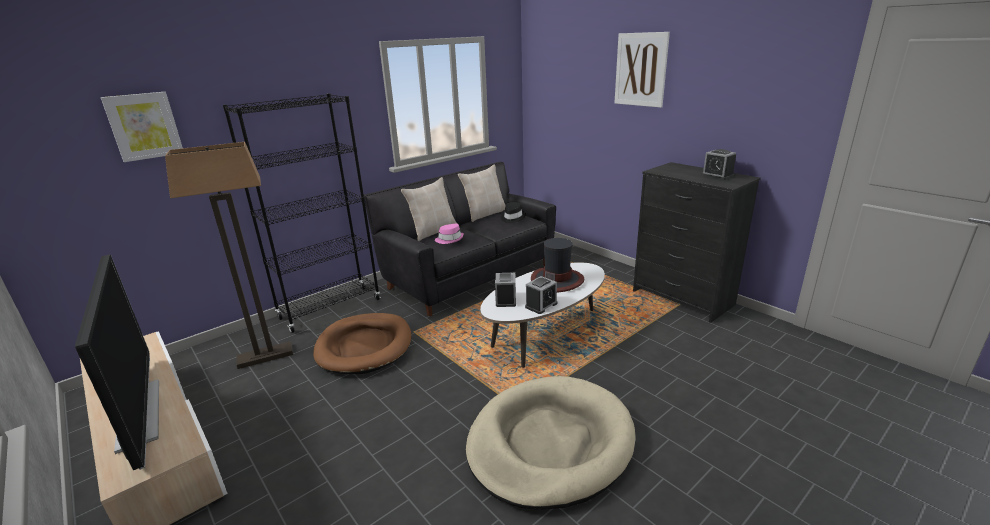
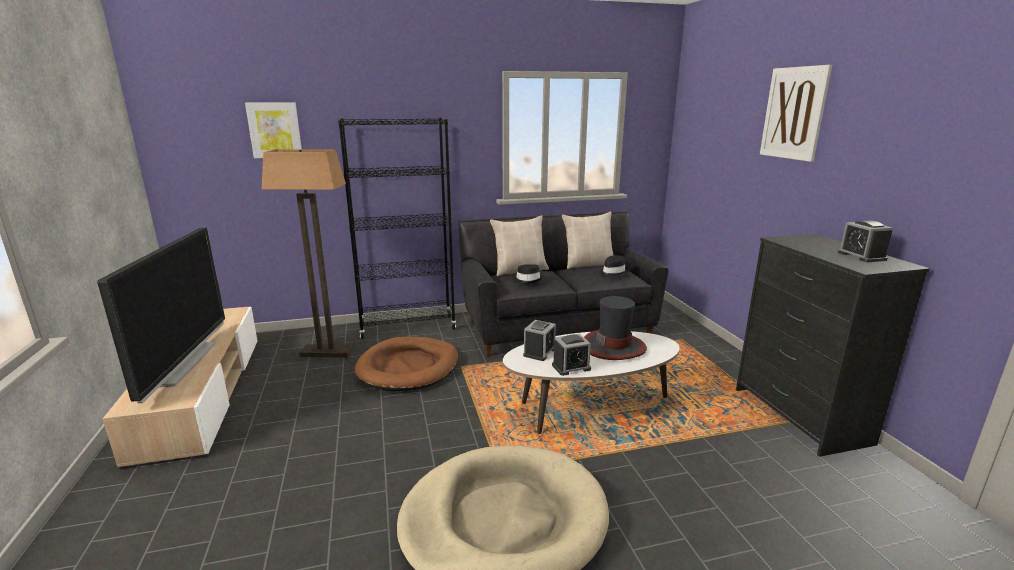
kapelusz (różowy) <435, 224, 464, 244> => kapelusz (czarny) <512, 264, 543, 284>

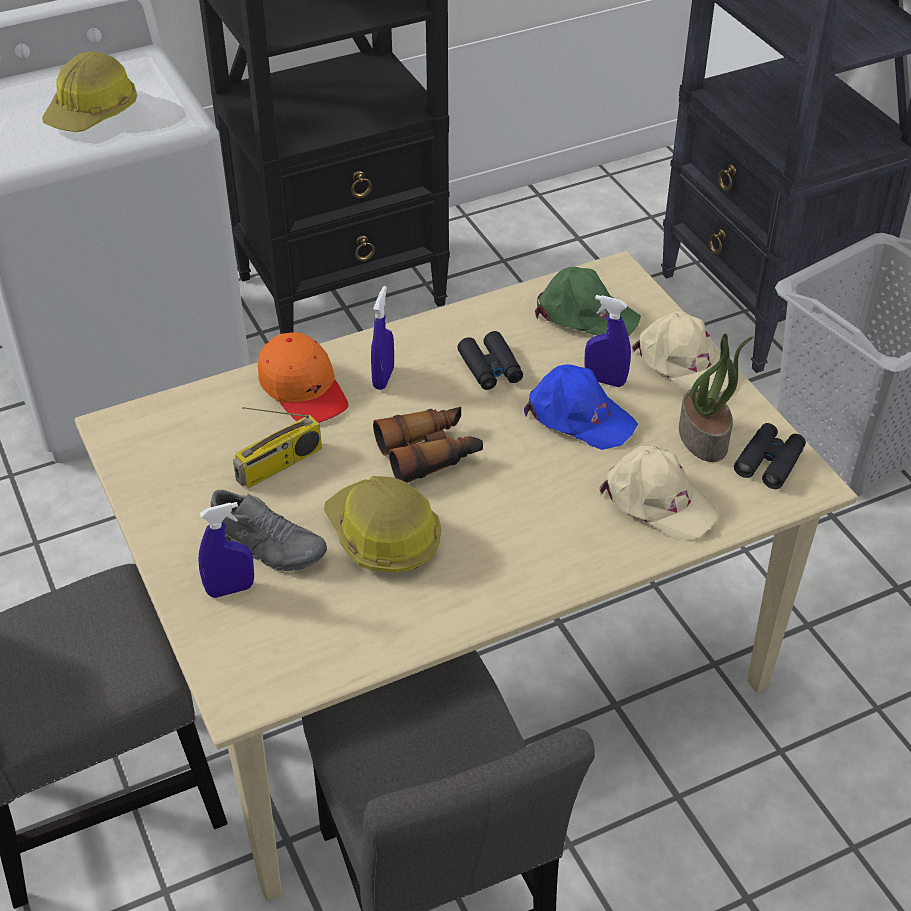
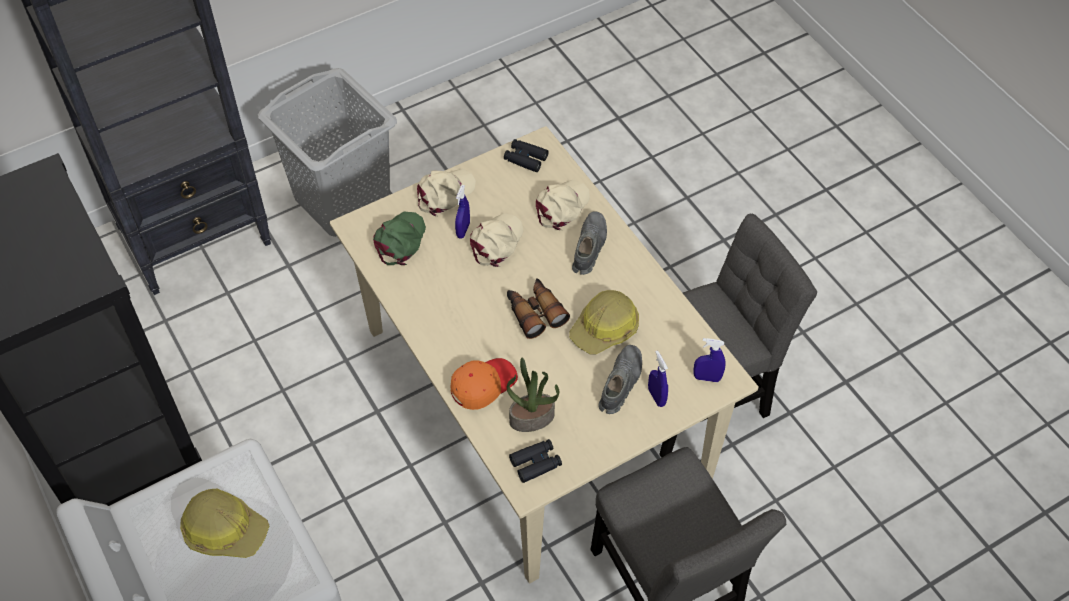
spryskiwacz (niebieski) <371, 286, 394, 390> => spryskiwacz (niebieski) <693, 338, 726, 382>, move
lornetka (czarny) <457, 331, 523, 390> => lornetka (czarny) <509, 439, 562, 483>, move
roślina doniczkowa <679, 334, 754, 462> => roślina doniczkowa <507, 358, 559, 432>, move
czapka z daszkiem (niebieski) <524, 364, 638, 450> => czapka z daszkiem (beżowy) <470, 213, 524, 267>
radio <233, 407, 322, 488> => nothing
nothing => but (szary) <572, 211, 607, 275>

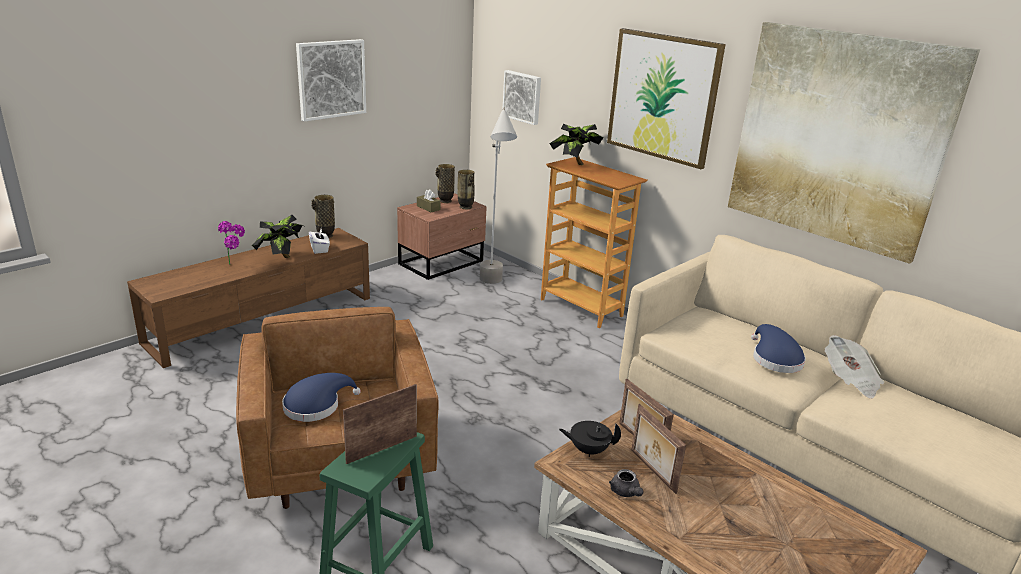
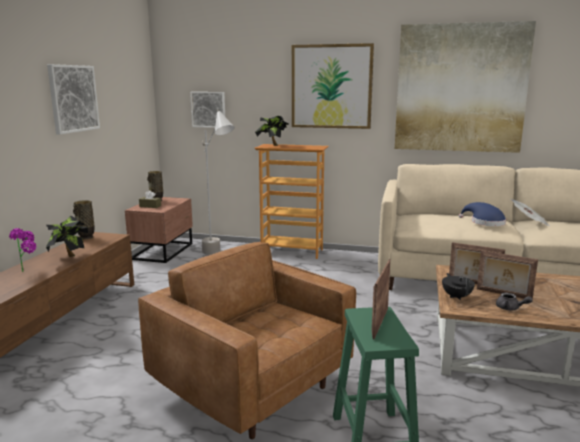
wazon <458, 170, 475, 209> => nothing
pudełko chusteczek (biały) <309, 229, 330, 254> => nothing
kapelusz (niebieski) <282, 373, 361, 422> => nothing
imbryk (czarny) <559, 421, 621, 457> => imbryk (czarny) <442, 273, 475, 300>, 105 degrees clockwise

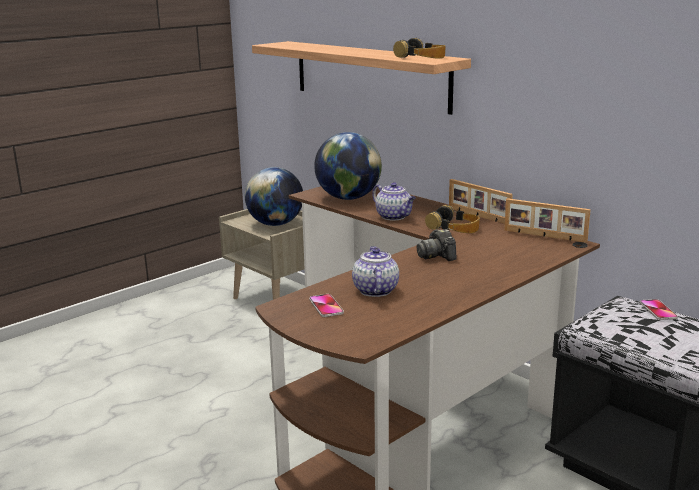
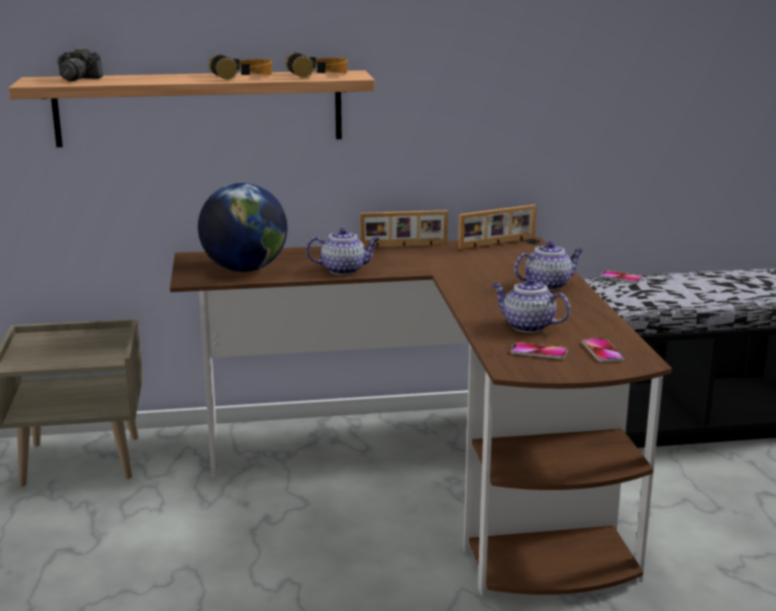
globus <245, 167, 303, 226> => nothing
słuchawki <425, 205, 480, 233> => słuchawki <208, 54, 272, 80>, move
aparat fotograficzny <417, 229, 456, 261> => aparat fotograficzny <58, 47, 103, 82>, move
nothing => imbryk <514, 241, 583, 290>
nothing => telefon <582, 338, 624, 362>

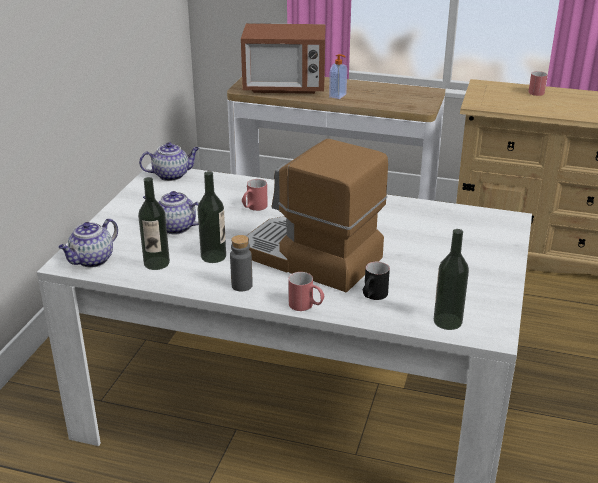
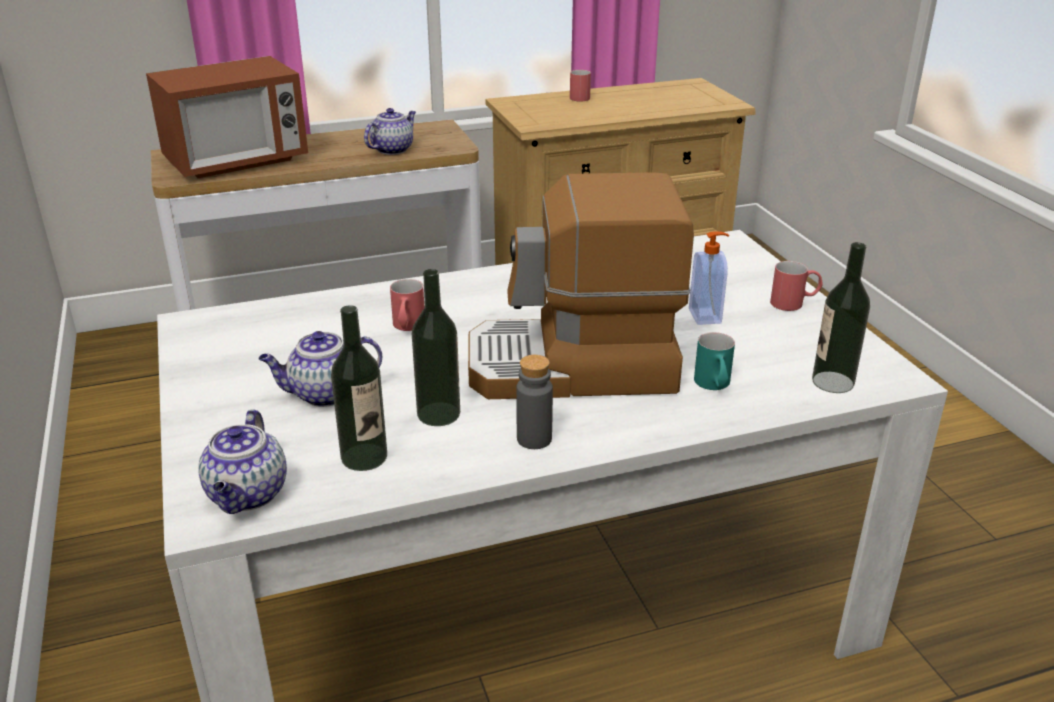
dozownik mydła <329, 54, 347, 99> => dozownik mydła <689, 231, 729, 325>, move
imbryk <139, 142, 200, 181> => imbryk <364, 108, 416, 155>, move
kubek (czarny) <363, 261, 390, 300> => kubek (turkusowy) <694, 332, 735, 390>
kubek (czerwony) <288, 272, 324, 311> => kubek (czerwony) <770, 261, 823, 311>, move

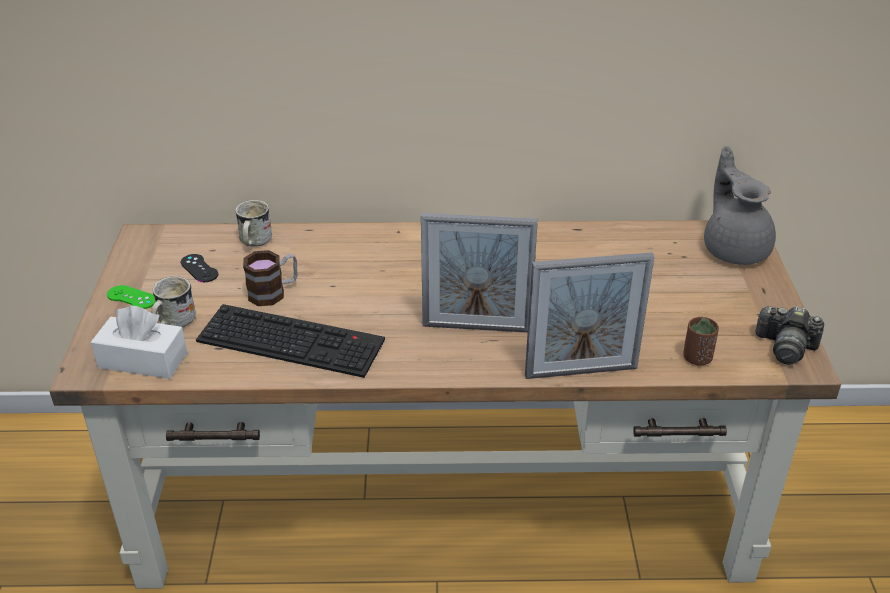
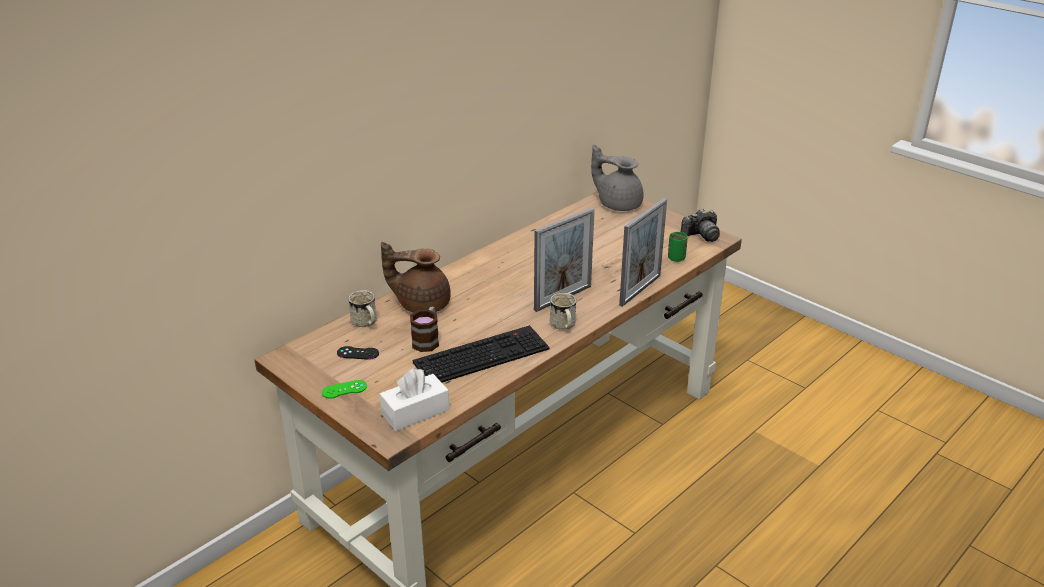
kubek (biały) <151, 276, 196, 328> => kubek (biały) <550, 293, 577, 330>, move
filiżanka (brązowy) <683, 317, 719, 365> => filiżanka (zielony) <668, 232, 688, 262>
nothing => imbryk (brązowy) <381, 242, 451, 313>

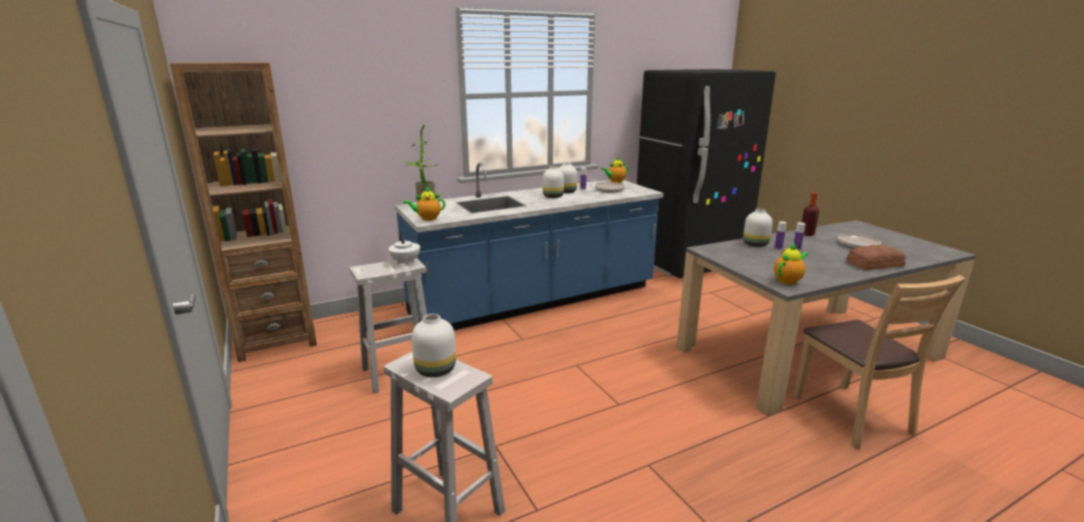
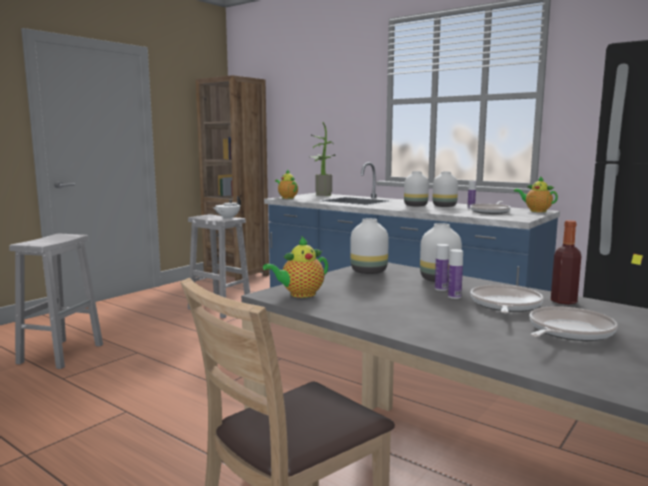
imbryk <774, 243, 808, 285> => imbryk <263, 236, 328, 298>, 120 degrees clockwise
chleb <846, 245, 906, 270> => nothing
wazon (biały) <411, 314, 456, 377> => wazon (biały) <350, 218, 389, 274>, move
nothing => patelnia <471, 285, 543, 313>

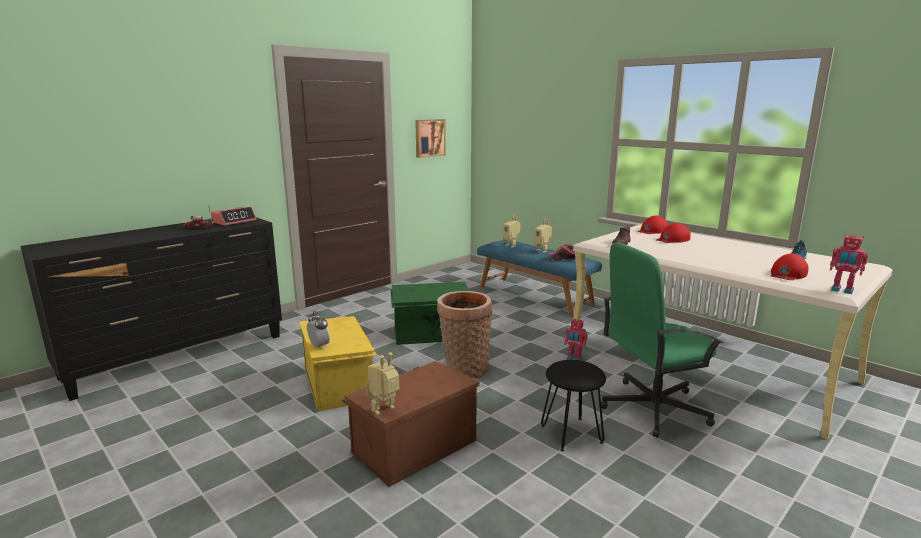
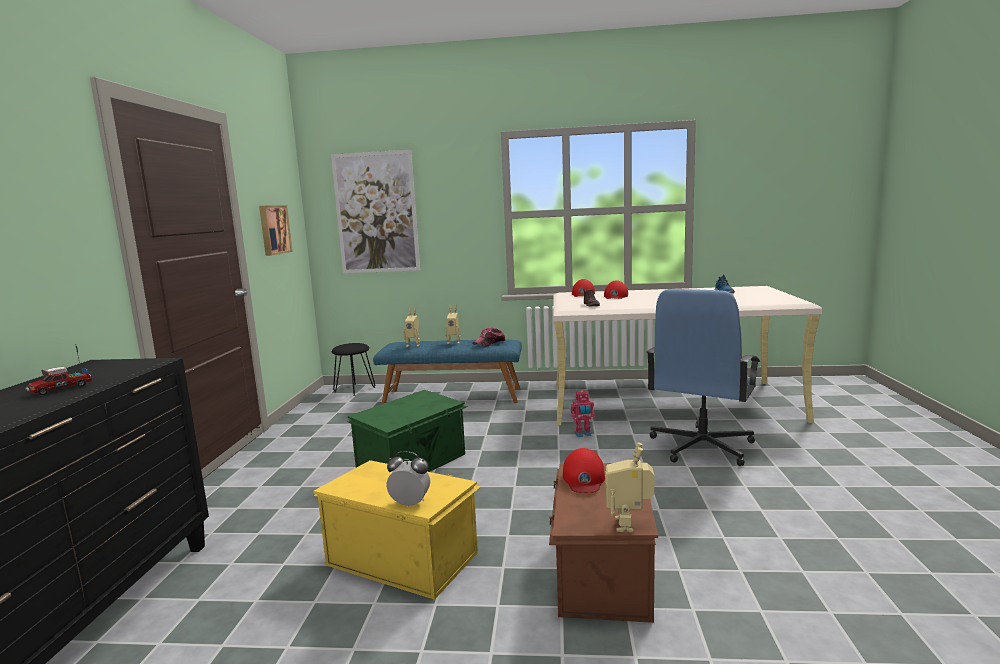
budzik <211, 207, 256, 226> => nothing
robot zabawkowy <830, 234, 868, 294> => nothing
krzesło biurowe (zielony) <601, 243, 723, 438> => krzesło biurowe (niebieski) <646, 289, 760, 466>
czapka z daszkiem (czerwony) <771, 254, 808, 280> => czapka z daszkiem (czerwony) <563, 448, 605, 493>, move
koszyk <437, 291, 492, 379> => nothing
stołek (czarny) <541, 360, 606, 452> => stołek (czarny) <332, 343, 375, 396>, move
nothing => obraz <331, 150, 420, 273>

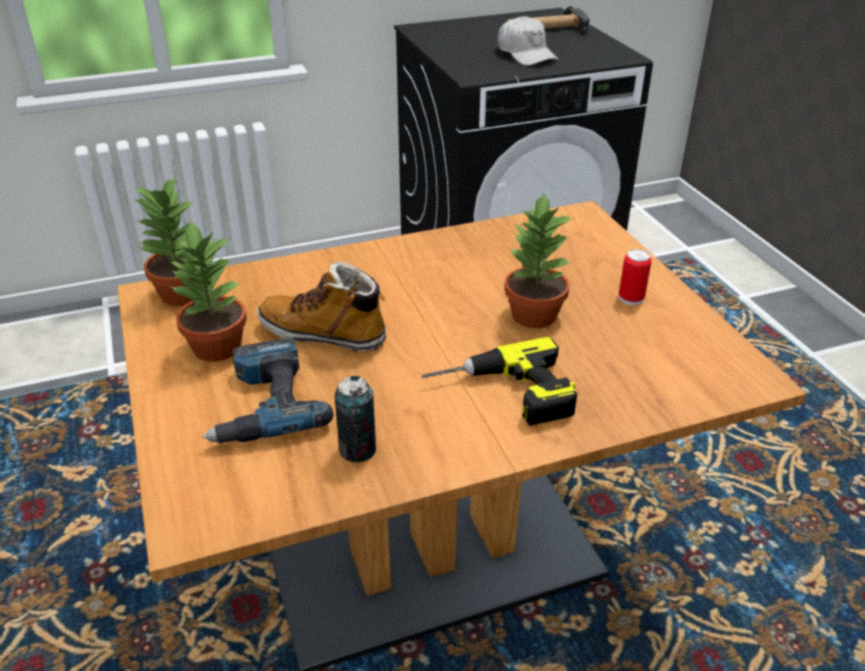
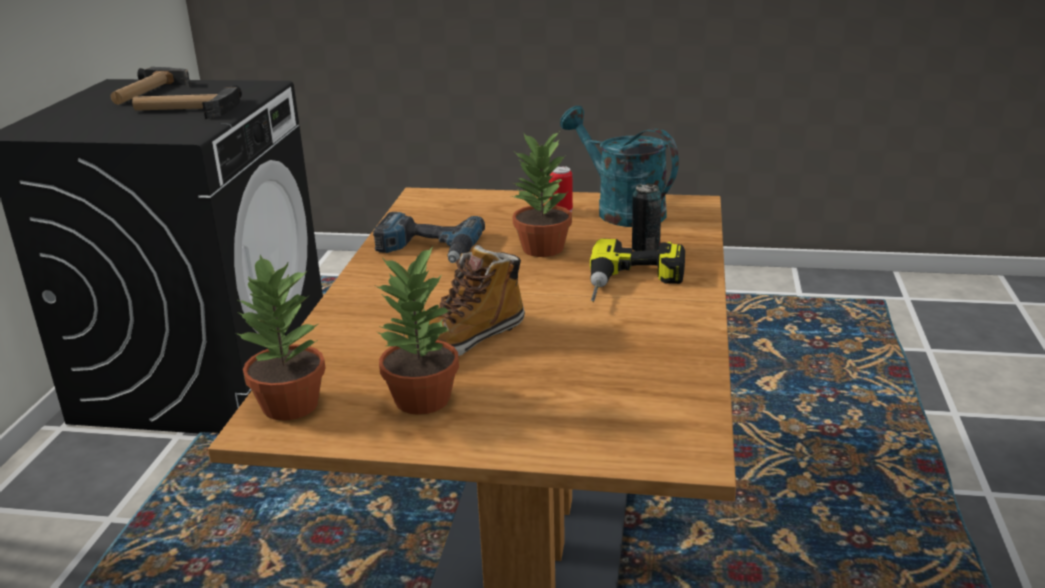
czapka z daszkiem (biały) <498, 16, 558, 66> => młotek <132, 85, 242, 119>
wiertarka <202, 338, 333, 443> => wiertarka <373, 212, 485, 263>, move
puszka <335, 376, 376, 462> => puszka <632, 183, 662, 251>, move
nothing => konewka (turkusowy) <560, 106, 679, 227>

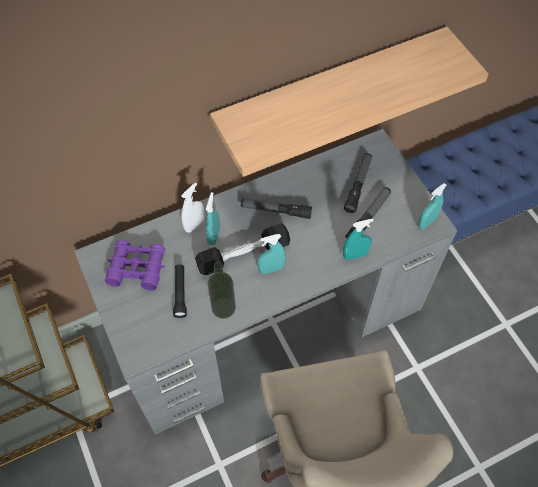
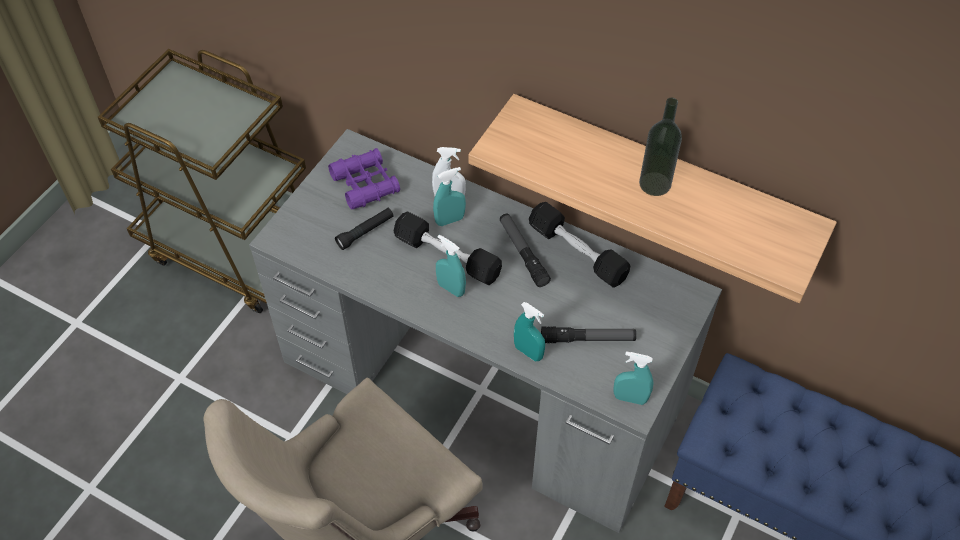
latarka <344, 153, 372, 213> => nothing
butelka <208, 262, 236, 319> => butelka <639, 98, 682, 196>, move
nothing => hantel (czarny) <529, 202, 630, 288>

